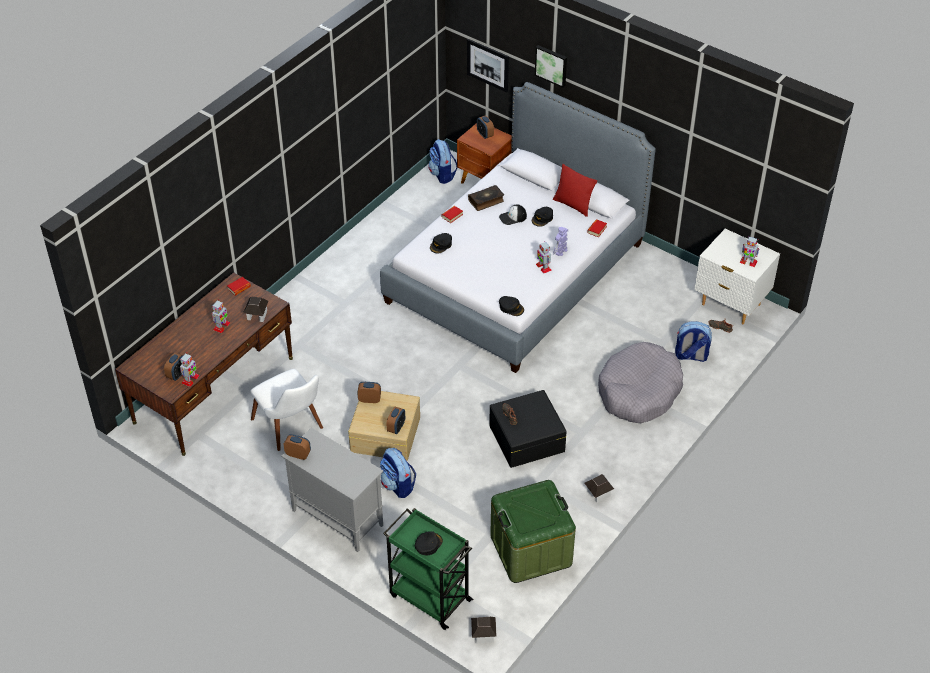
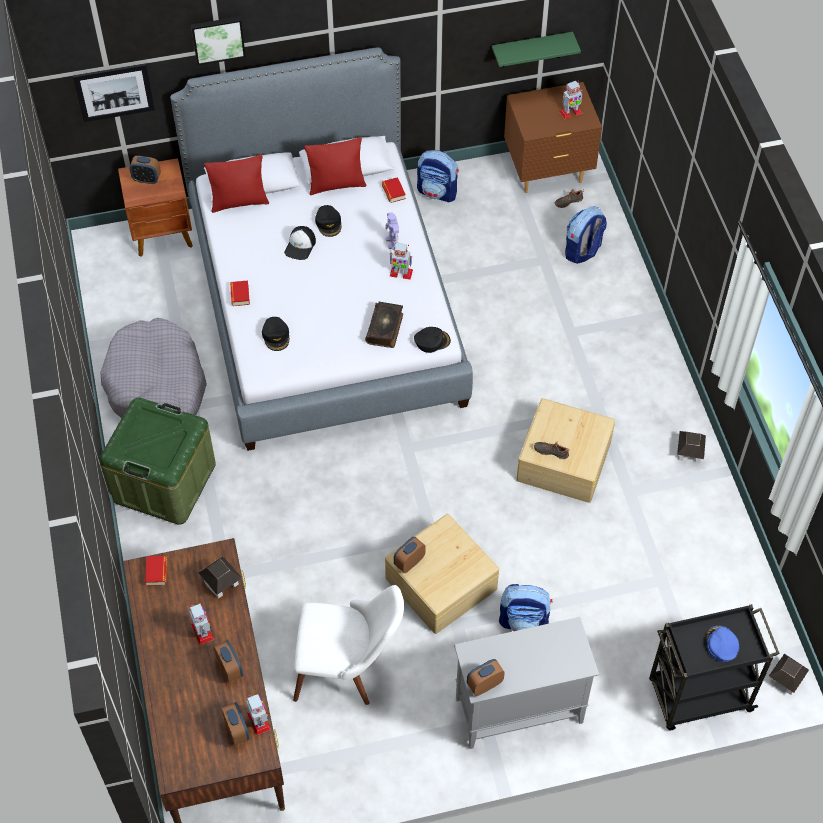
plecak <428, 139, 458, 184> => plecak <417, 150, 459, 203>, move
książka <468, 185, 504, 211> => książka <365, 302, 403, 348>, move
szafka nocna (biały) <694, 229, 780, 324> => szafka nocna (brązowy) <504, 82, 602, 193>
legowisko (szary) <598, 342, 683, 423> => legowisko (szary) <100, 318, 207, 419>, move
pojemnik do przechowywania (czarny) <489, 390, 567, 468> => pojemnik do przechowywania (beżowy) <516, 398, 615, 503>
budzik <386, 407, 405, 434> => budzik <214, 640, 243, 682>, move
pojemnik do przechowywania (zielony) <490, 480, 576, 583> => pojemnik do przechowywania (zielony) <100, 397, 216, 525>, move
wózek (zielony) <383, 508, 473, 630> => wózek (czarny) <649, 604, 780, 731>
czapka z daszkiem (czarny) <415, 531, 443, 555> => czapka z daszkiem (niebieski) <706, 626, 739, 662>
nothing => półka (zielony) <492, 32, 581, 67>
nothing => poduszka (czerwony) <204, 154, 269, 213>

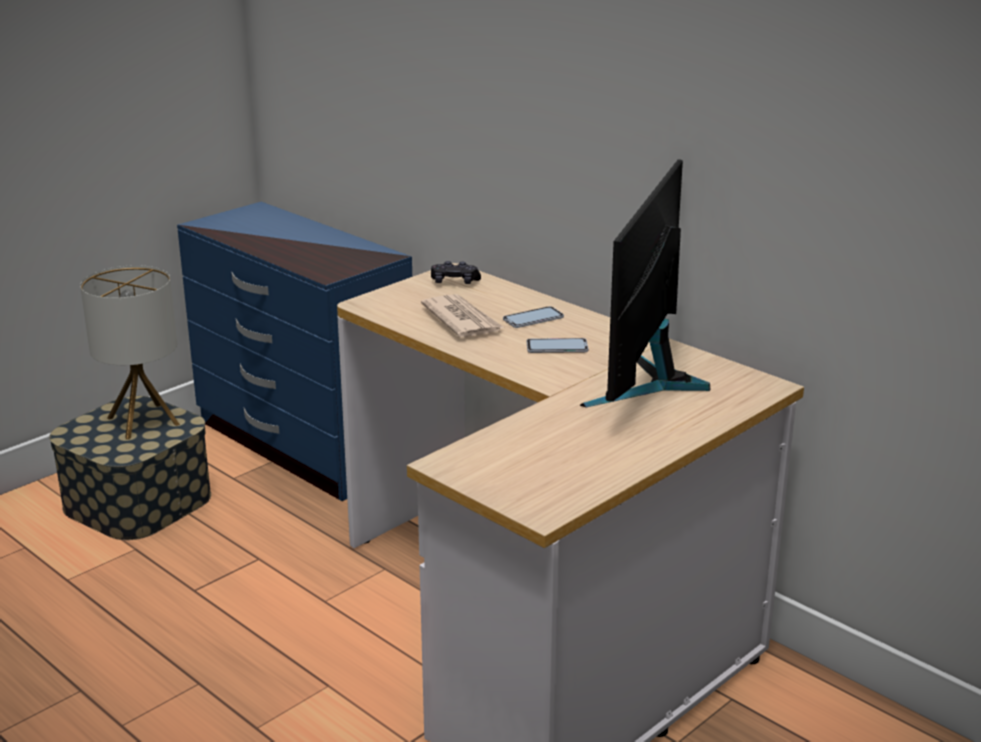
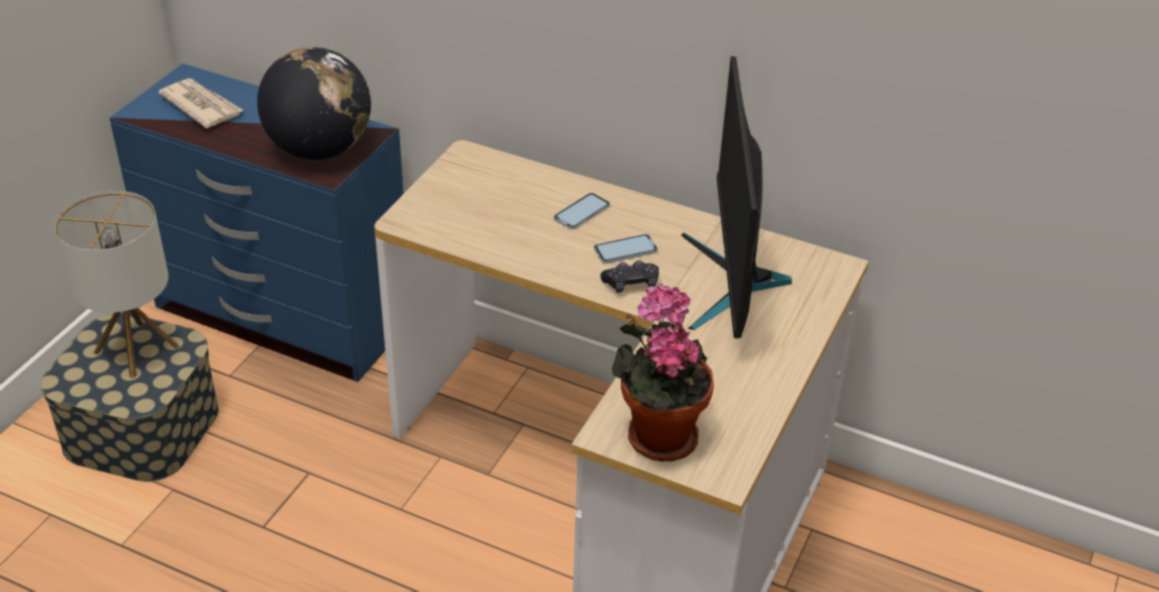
pad do gier (czarny) <431, 261, 481, 284> => pad do gier (czarny) <601, 260, 659, 293>, move
gazeta <421, 294, 505, 337> => gazeta <158, 78, 243, 128>, move
nothing => globus <257, 47, 371, 160>
nothing => roślina doniczkowa <612, 283, 714, 462>

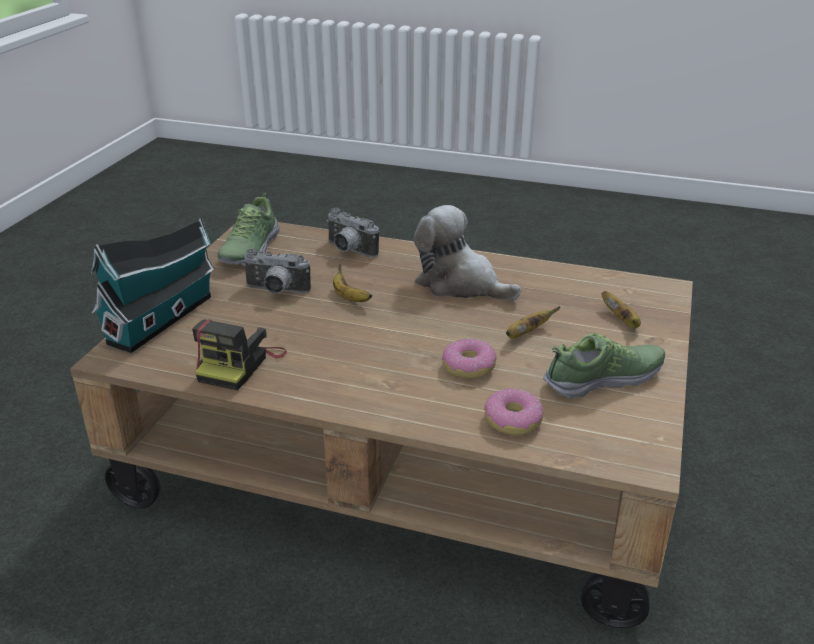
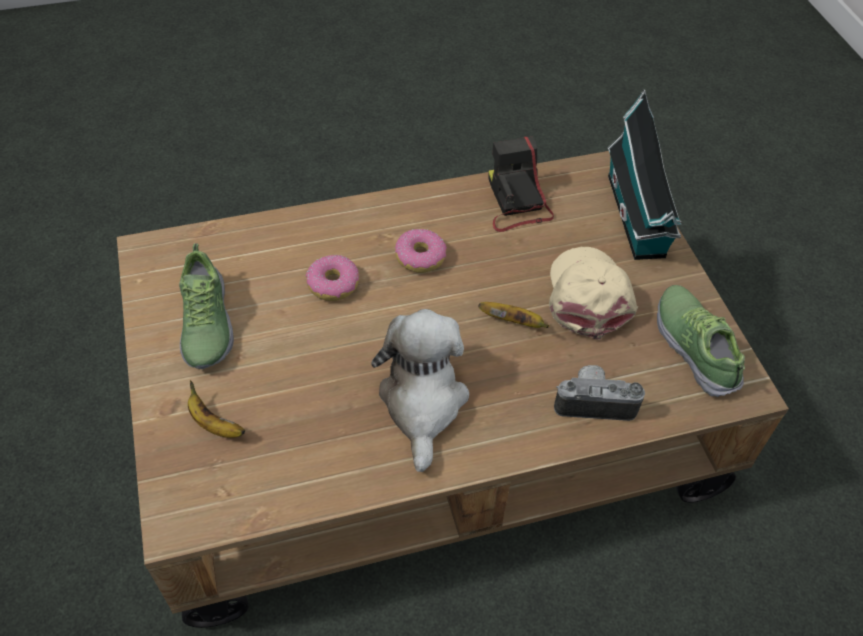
pluszak <413, 205, 521, 301> => pluszak <371, 309, 469, 472>, 90 degrees counterclockwise
aparat fotograficzny <243, 249, 311, 294> => czapka z daszkiem (beżowy) <549, 246, 638, 340>
banan <506, 306, 560, 338> => nothing
but <543, 333, 665, 399> => but <179, 243, 234, 369>, 45 degrees counterclockwise
donut <484, 388, 544, 436> => donut <395, 229, 447, 273>, move

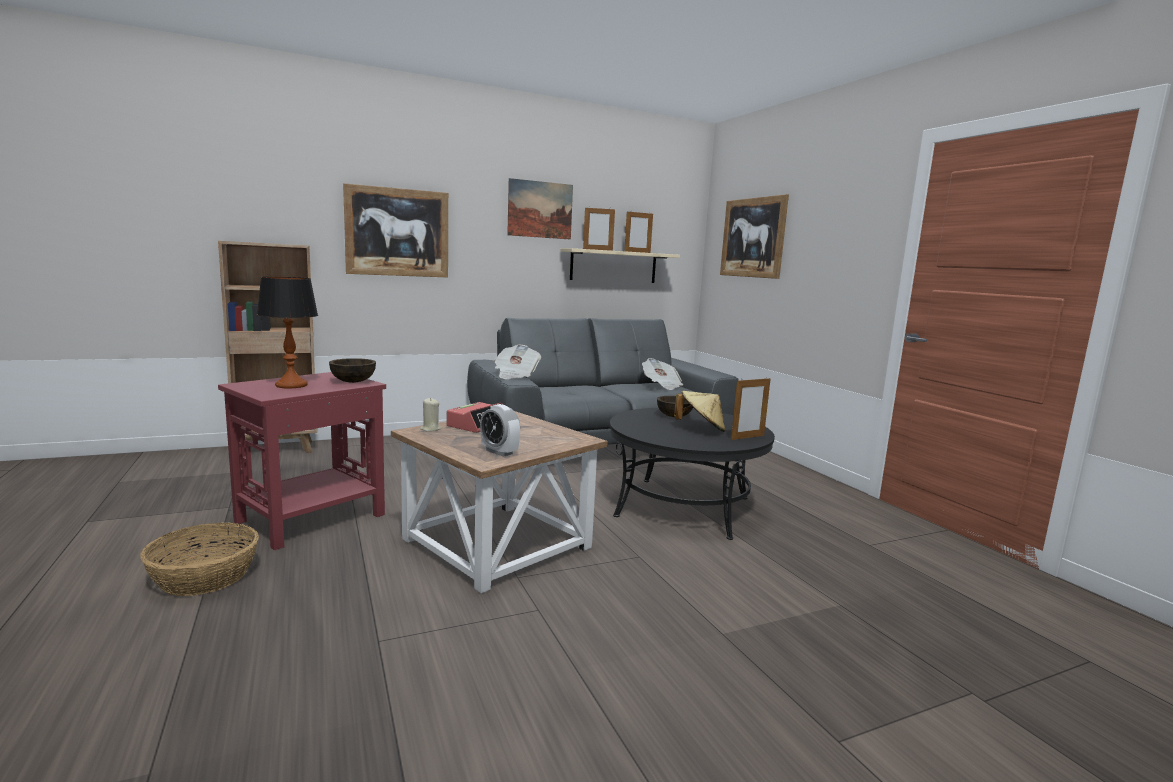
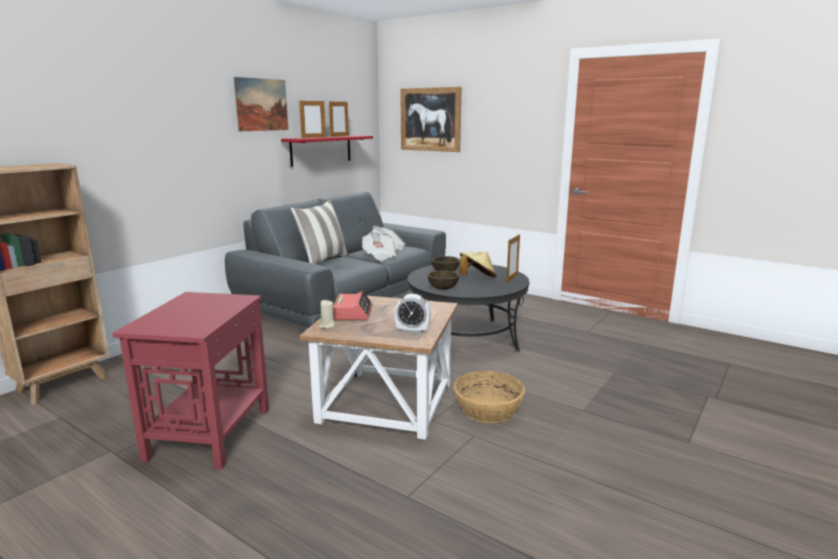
obraz <343, 183, 448, 278> => nothing
półka (beżowy) <560, 248, 680, 283> => półka (czerwony) <281, 135, 373, 166>
lampa stołowa <257, 277, 318, 388> => nothing
gazeta <494, 345, 541, 379> => gazeta <362, 232, 397, 261>, move
miska (brązowy) <329, 358, 376, 383> => miska (brązowy) <428, 270, 459, 290>, move
koszyk <140, 522, 259, 596> => koszyk <454, 371, 525, 423>, move
nothing => poduszka <291, 199, 349, 265>

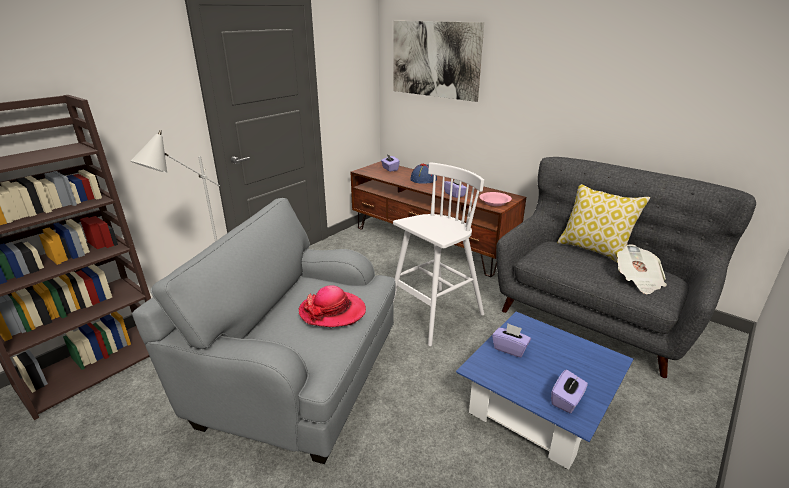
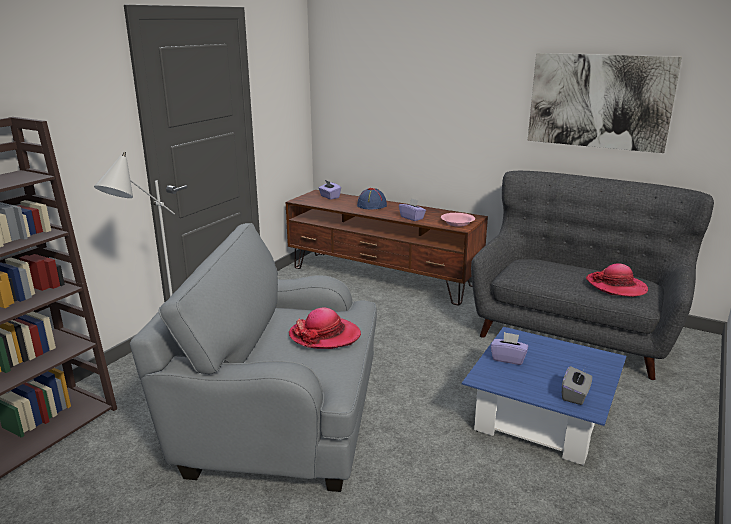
obraz <393, 21, 484, 102> => obraz <528, 53, 682, 153>, move
stołek (biały) <393, 162, 484, 346> => nothing
poduszka <557, 184, 650, 263> => nothing
gazeta <617, 244, 667, 294> => kapelusz <586, 263, 648, 297>
pudełko chusteczek (fioletowy) <551, 369, 588, 413> => pudełko chusteczek (szary) <562, 366, 592, 405>

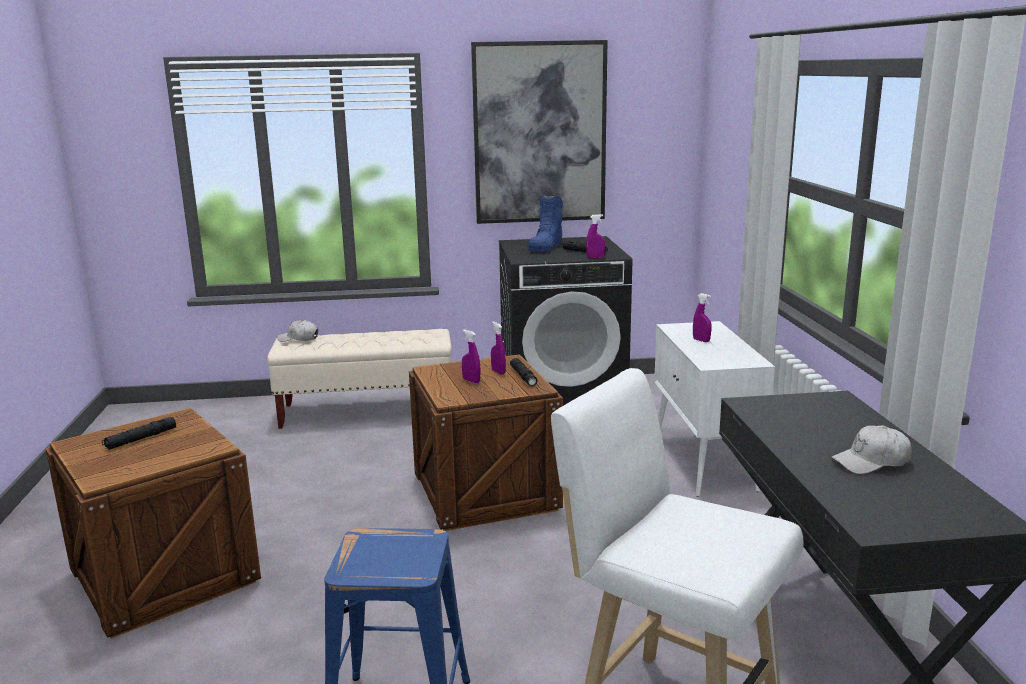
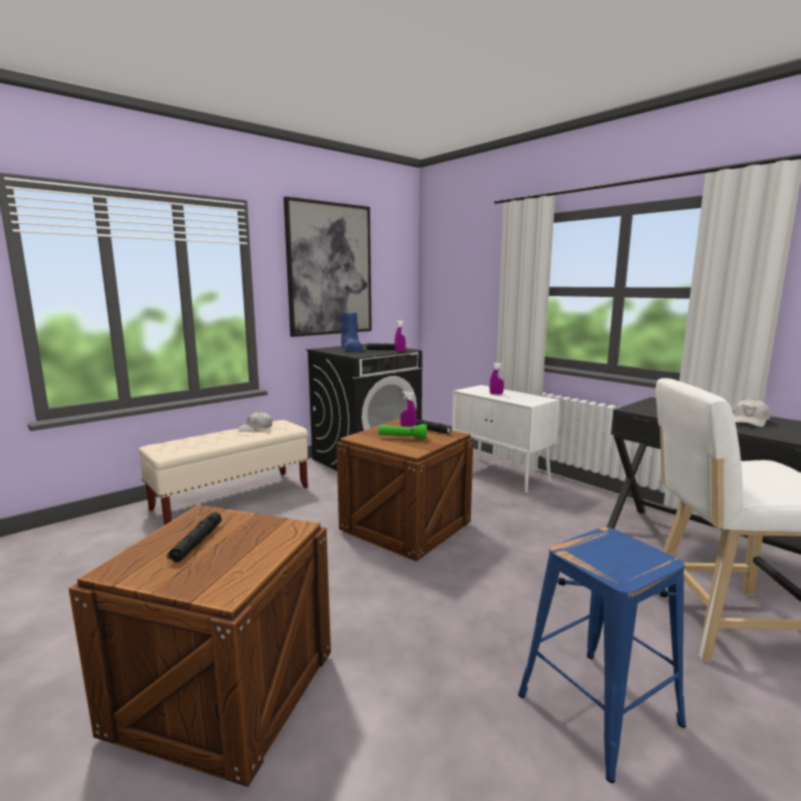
czapka z daszkiem (biały) <277, 320, 318, 342> => czapka z daszkiem (biały) <238, 412, 272, 432>, move
spryskiwacz (fioletowy) <462, 330, 480, 383> => latarka (zielony) <378, 424, 427, 440>

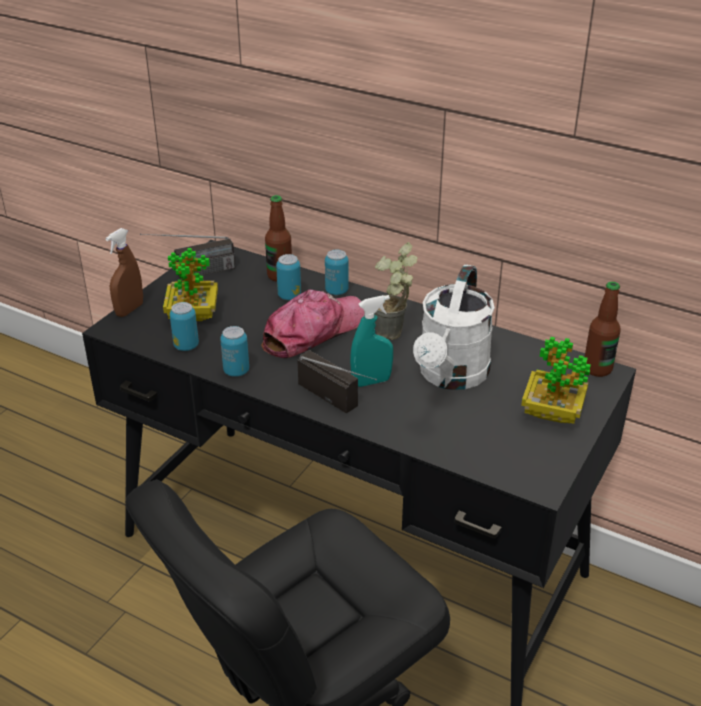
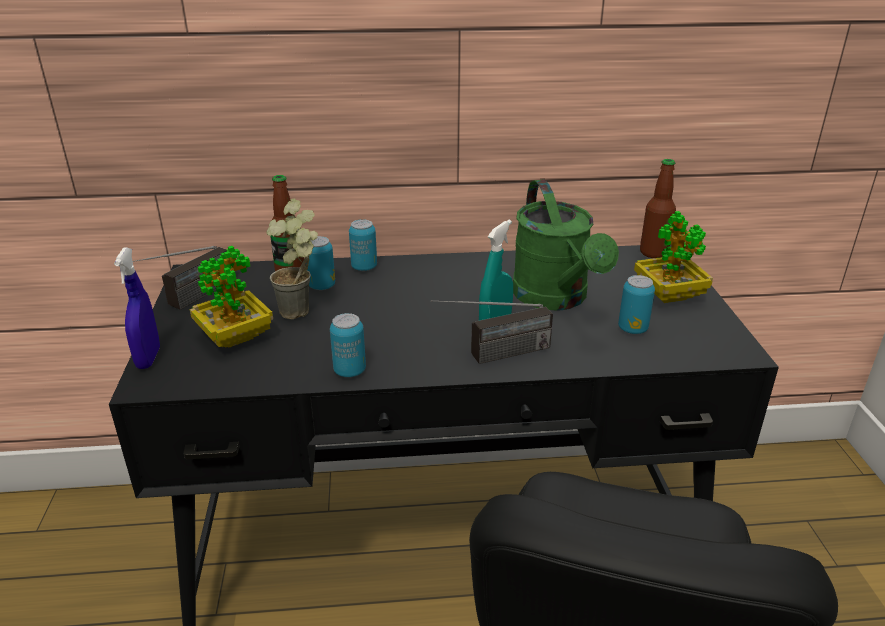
spryskiwacz (brązowy) <105, 228, 143, 317> => spryskiwacz (niebieski) <114, 247, 160, 369>
roślina doniczkowa <375, 242, 418, 340> => roślina doniczkowa <267, 199, 318, 319>, move
konewka (biały) <413, 264, 495, 390> => konewka (zielony) <513, 180, 619, 311>
czapka z daszkiem <261, 290, 365, 358> => nothing
puszka <170, 302, 199, 351> => puszka <618, 275, 655, 334>, move
radio <297, 350, 377, 413> => radio <431, 300, 553, 364>, 150 degrees clockwise

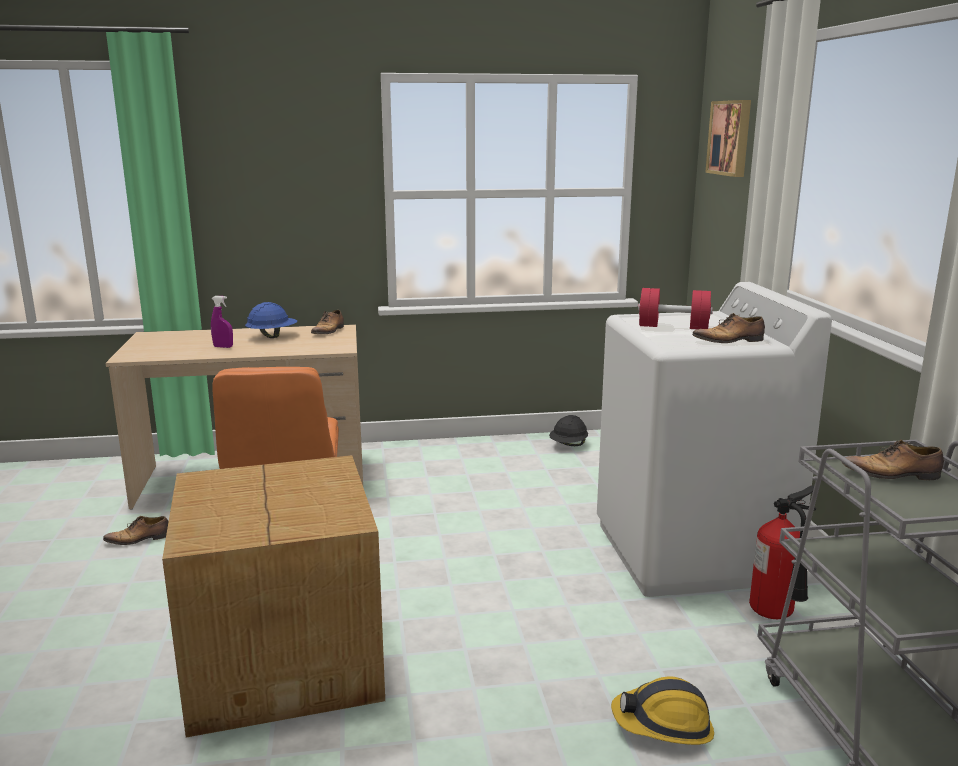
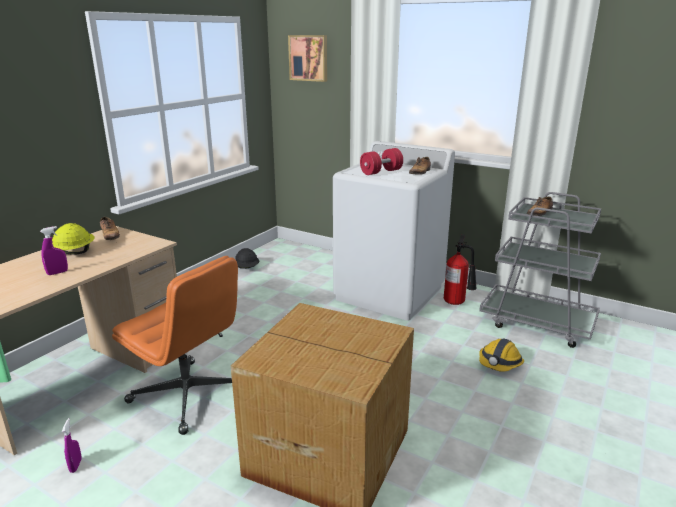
kask (niebieski) <245, 302, 297, 338> => kask (żółty) <52, 223, 95, 255>
but <103, 516, 169, 545> => spryskiwacz (fioletowy) <62, 418, 82, 473>

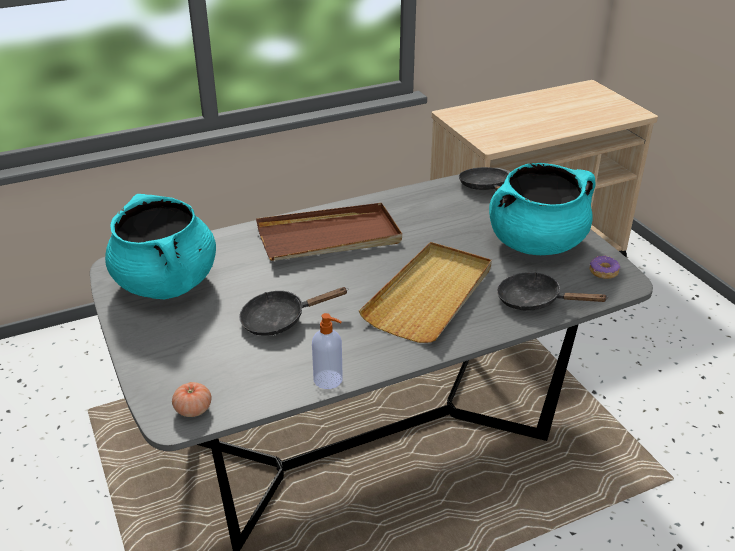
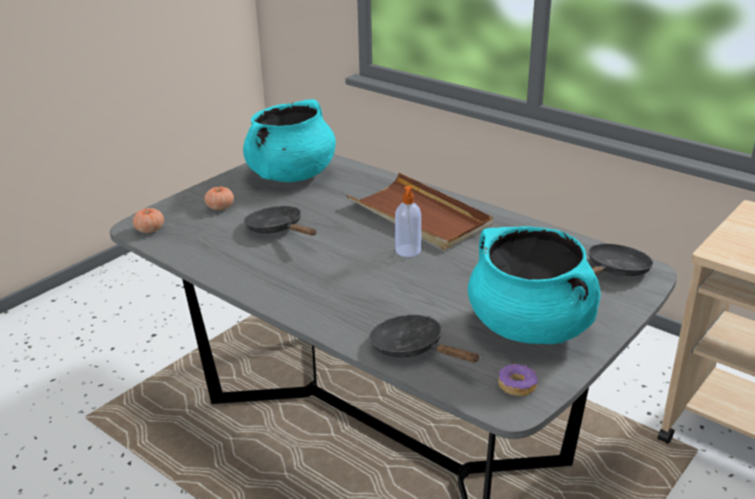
taca (beżowy) <359, 242, 492, 343> => nothing
patelnia (czarny) <497, 272, 608, 311> => patelnia (czarny) <369, 315, 480, 363>, 45 degrees counterclockwise
dozownik mydła <312, 313, 343, 389> => dozownik mydła <395, 186, 421, 257>, move
nothing => pomidor <204, 187, 234, 210>

